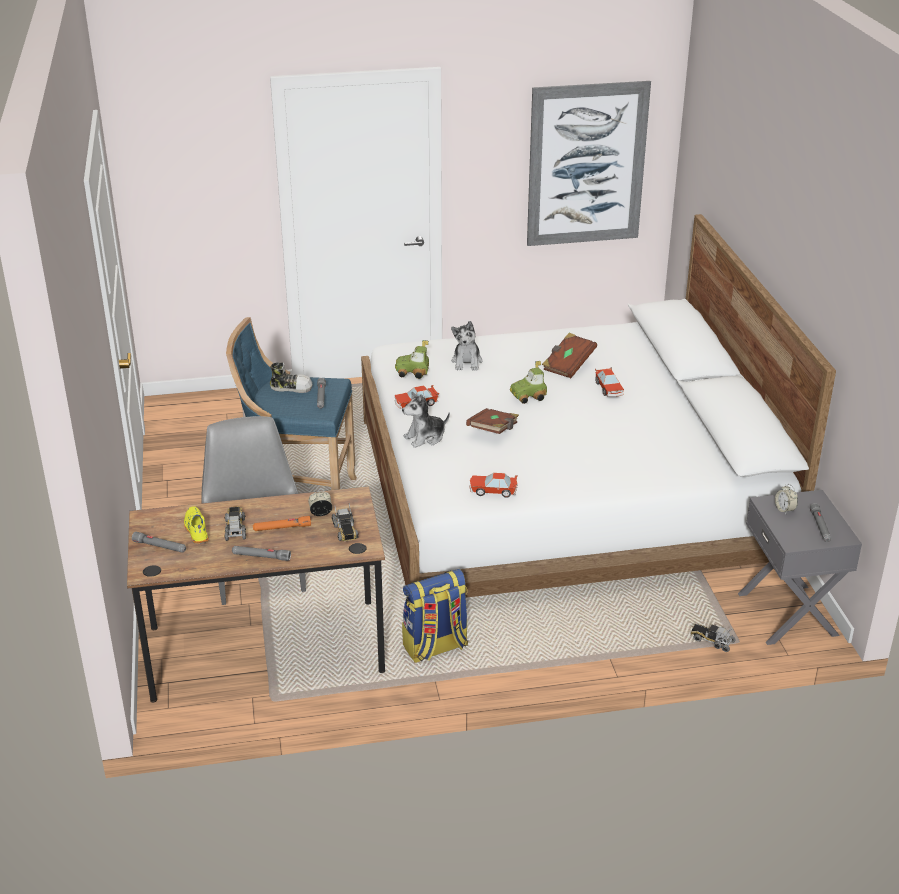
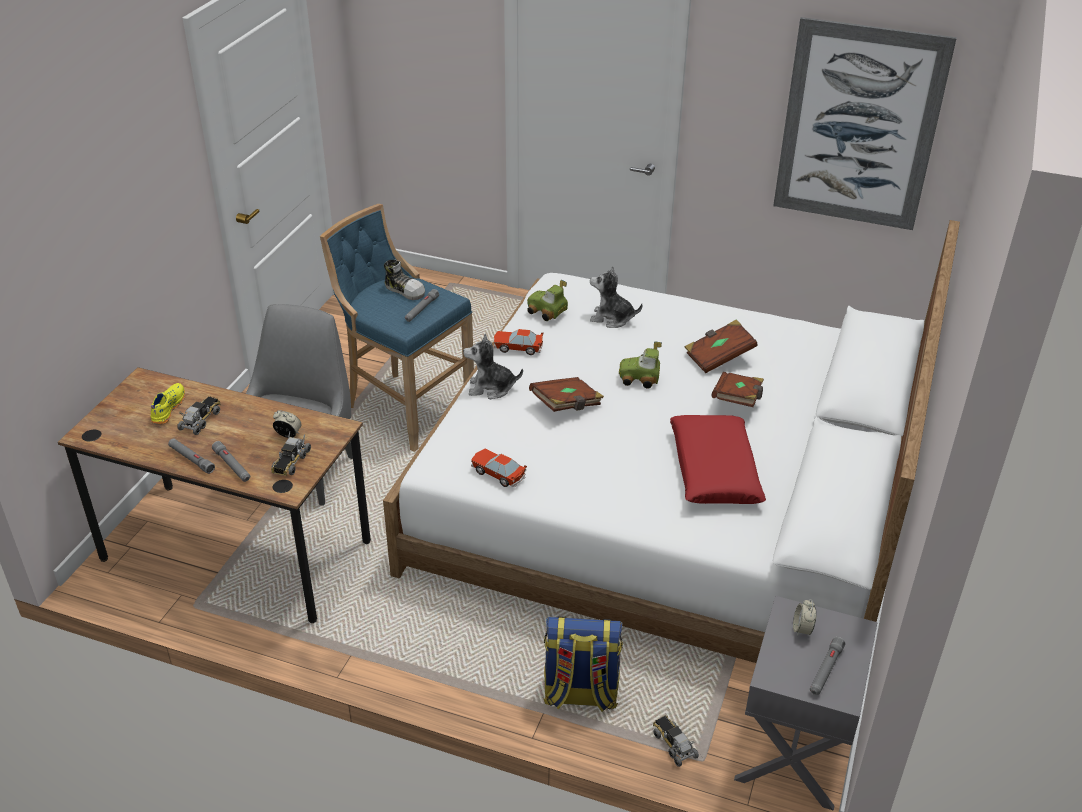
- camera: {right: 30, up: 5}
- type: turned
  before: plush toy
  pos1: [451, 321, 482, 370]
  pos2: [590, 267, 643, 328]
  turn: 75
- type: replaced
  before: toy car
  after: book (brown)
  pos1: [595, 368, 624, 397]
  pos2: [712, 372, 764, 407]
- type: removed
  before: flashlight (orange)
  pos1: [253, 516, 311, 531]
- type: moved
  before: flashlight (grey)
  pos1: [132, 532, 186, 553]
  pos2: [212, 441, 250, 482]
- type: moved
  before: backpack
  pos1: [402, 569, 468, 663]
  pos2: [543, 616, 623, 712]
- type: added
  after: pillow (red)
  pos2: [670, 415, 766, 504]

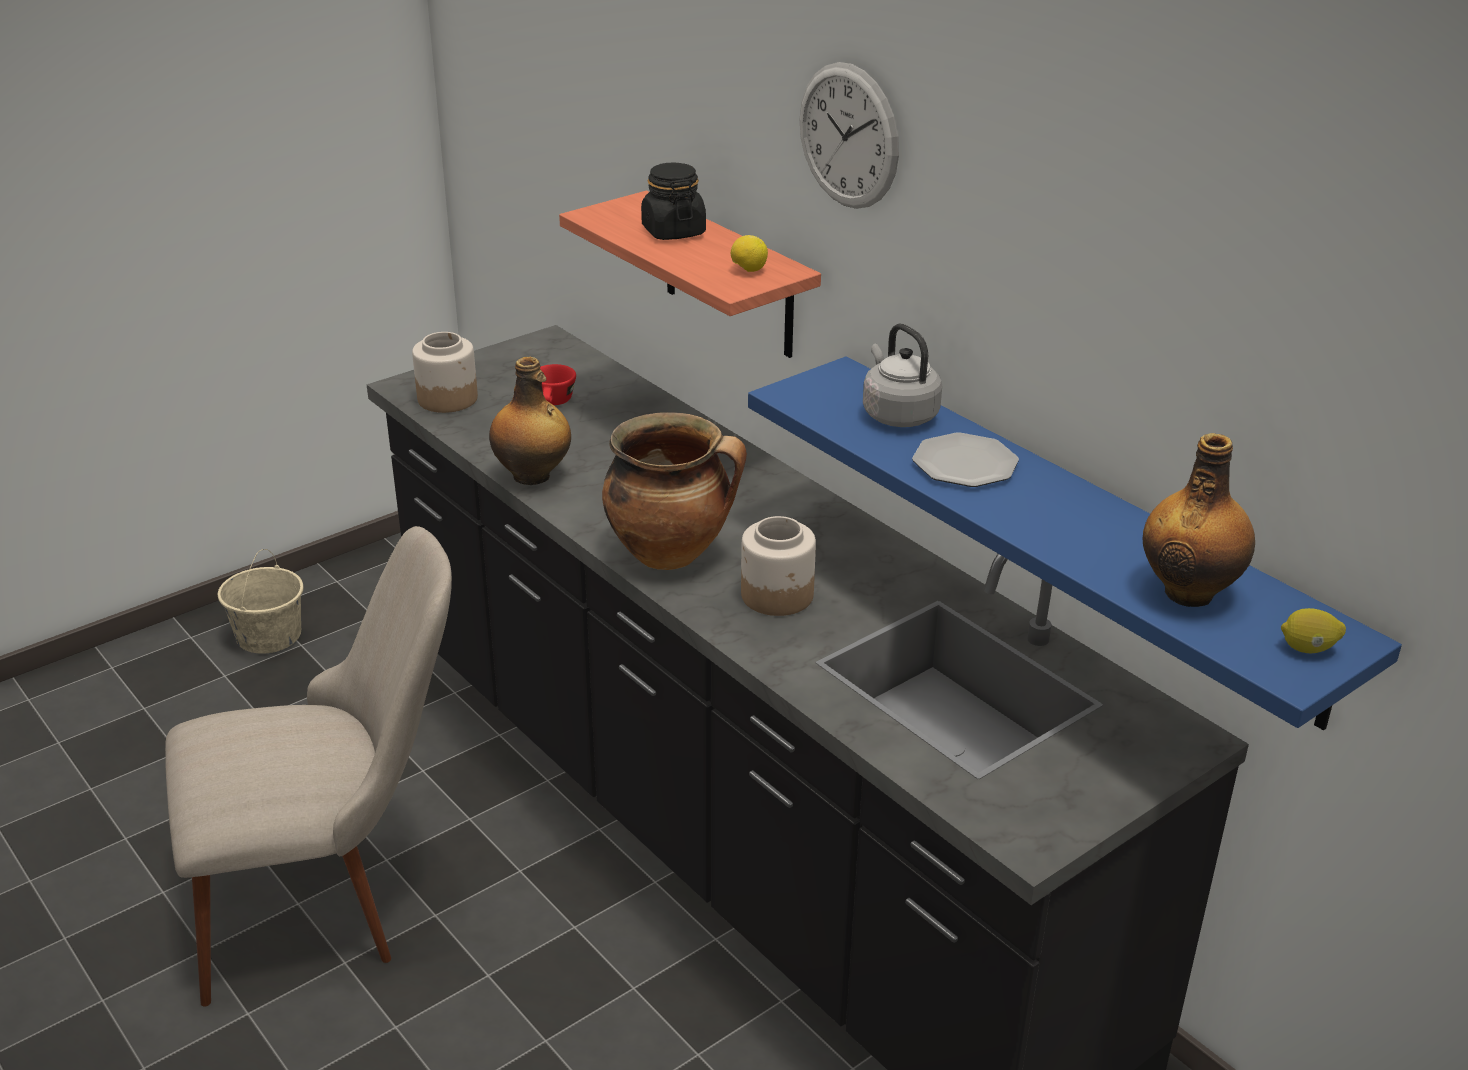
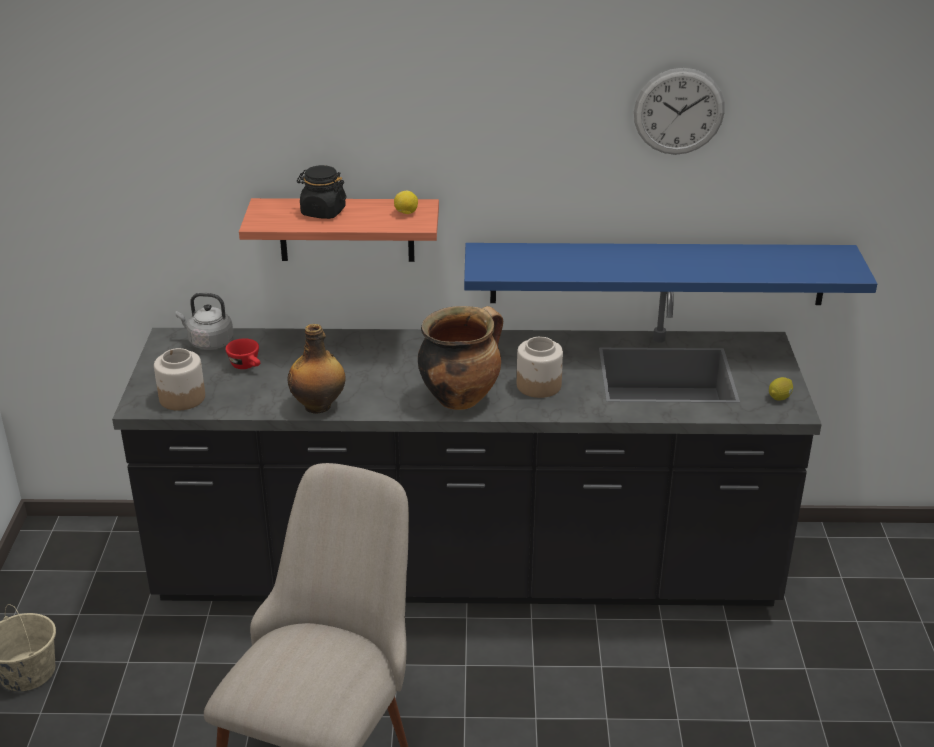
- camera: {right: -50, up: 0}
- type: moved
  before: wall clock
  pos1: [800, 62, 899, 209]
  pos2: [634, 68, 725, 155]
- type: moved
  before: kettle (grey)
  pos1: [863, 324, 942, 427]
  pos2: [176, 293, 234, 350]
- type: removed
  before: plate
  pos1: [912, 433, 1019, 487]
- type: removed
  before: bottle
  pos1: [1143, 433, 1255, 607]
- type: moved
  before: lemon
  pos1: [1281, 608, 1346, 653]
  pos2: [769, 377, 793, 401]

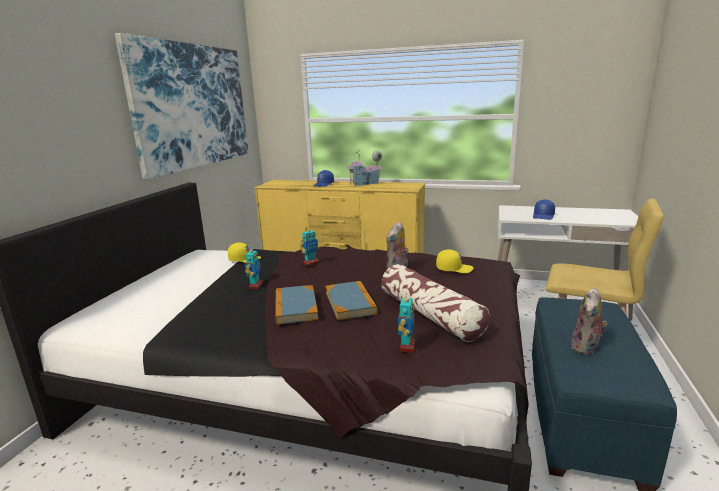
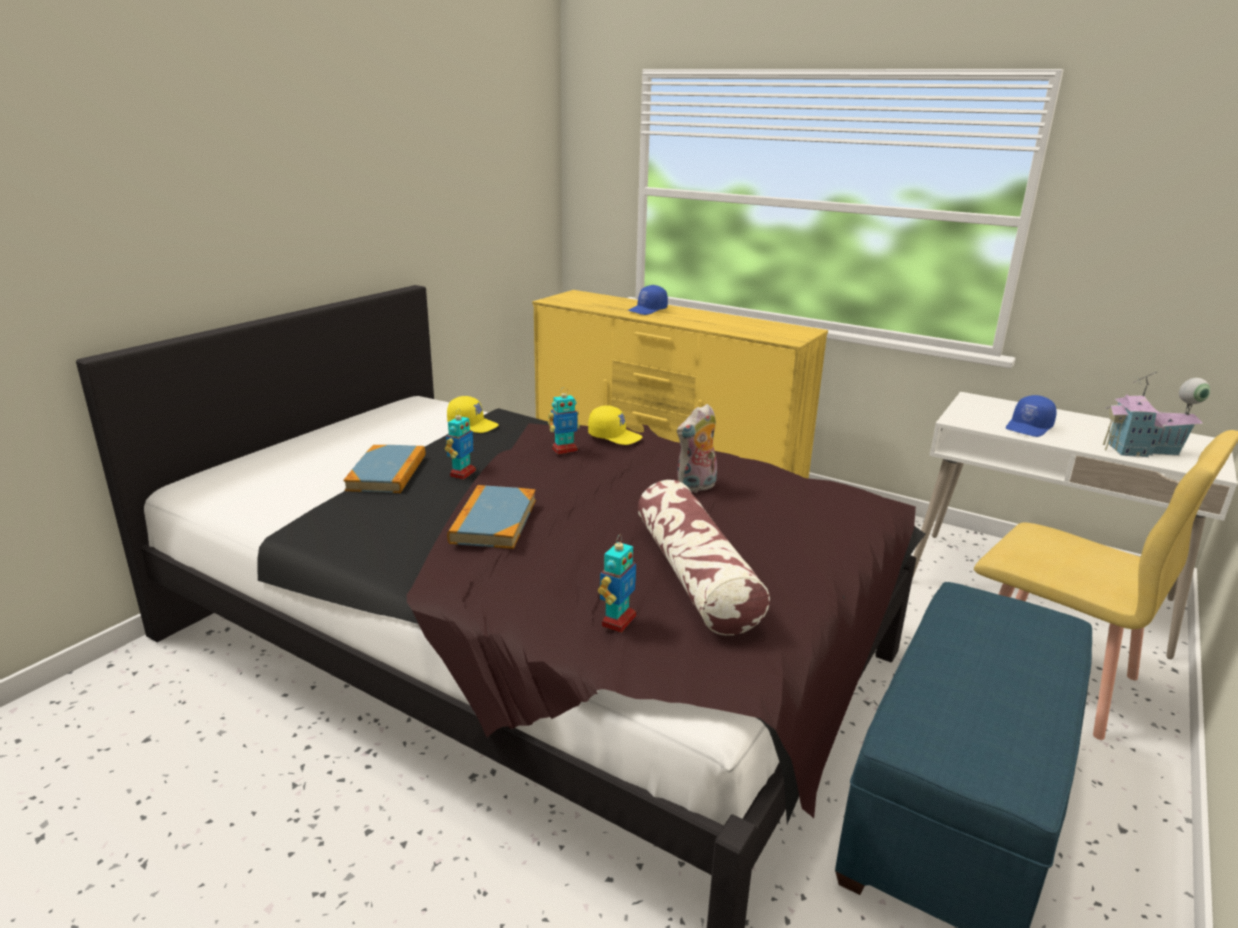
- camera: {right: 15, up: 5}
- type: removed
  before: picture
  pos1: [115, 33, 248, 179]
- type: moved
  before: toy house
  pos1: [347, 149, 382, 186]
  pos2: [1103, 372, 1210, 458]
- type: moved
  before: cap (yellow)
  pos1: [436, 249, 474, 273]
  pos2: [588, 405, 642, 445]
- type: moved
  before: book
  pos1: [325, 281, 378, 320]
  pos2: [343, 445, 426, 493]
- type: removed
  before: plush toy
  pos1: [571, 287, 608, 355]

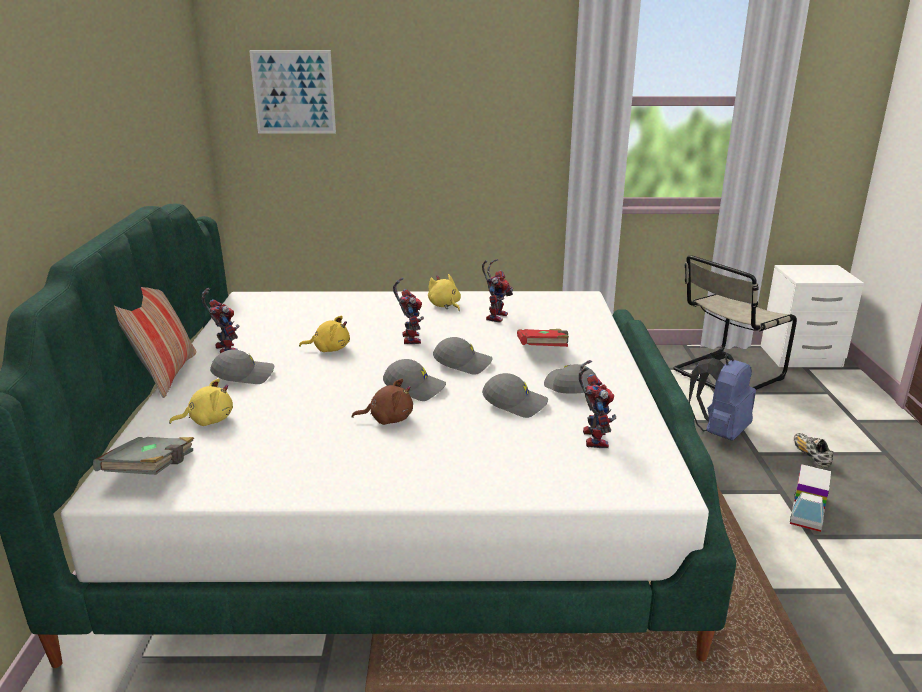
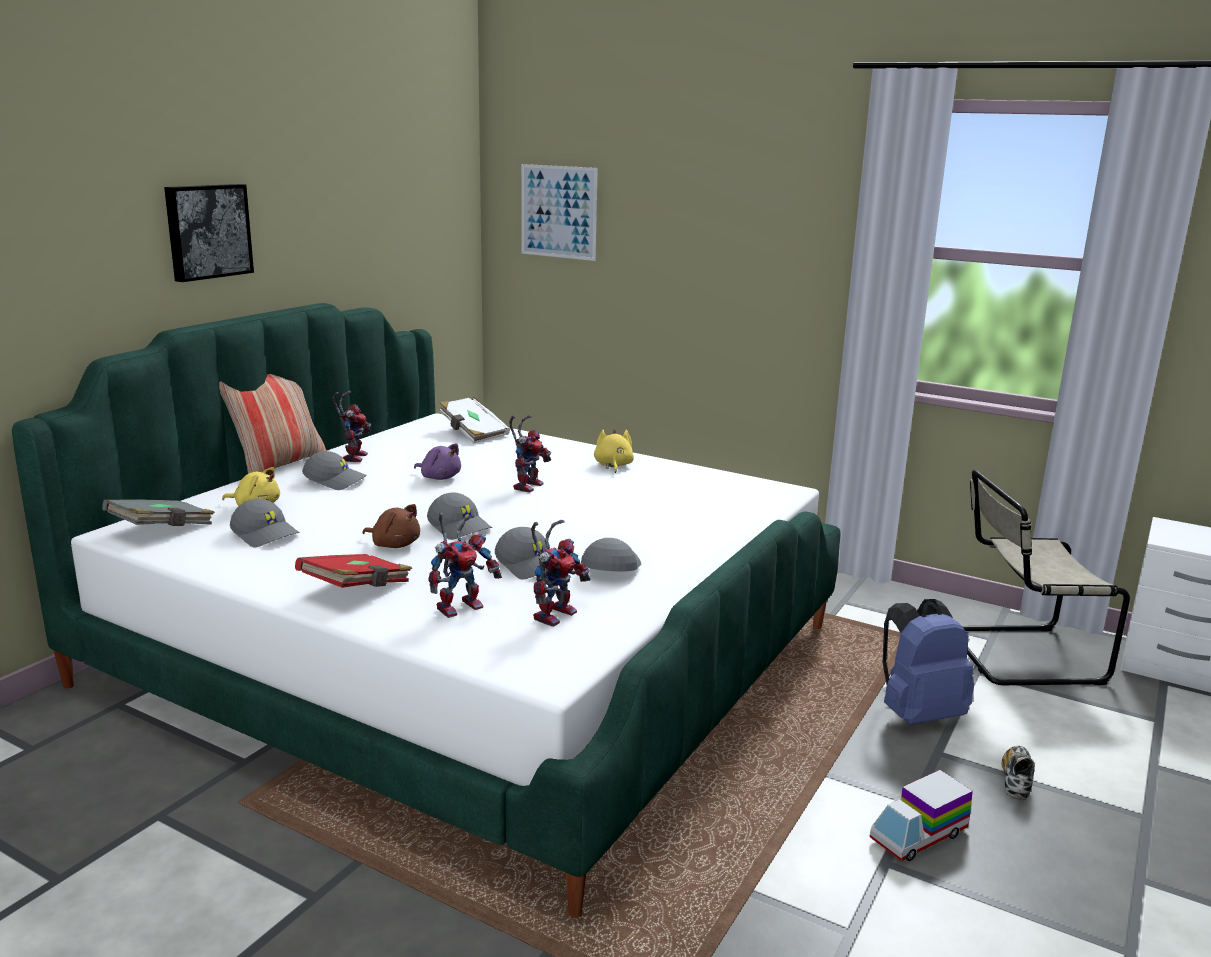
- camera: {right: 30, up: -5}
- type: moved
  before: toy robot
  pos1: [482, 259, 513, 323]
  pos2: [428, 513, 502, 618]
- type: recoloured
  before: plush toy (yellow)
  after: plush toy (purple)
  pos1: [299, 316, 350, 352]
  pos2: [414, 443, 461, 480]
- type: moved
  before: book (red)
  pos1: [517, 329, 569, 347]
  pos2: [295, 554, 412, 588]
- type: moved
  before: cap (grey)
  pos1: [433, 337, 492, 375]
  pos2: [230, 499, 300, 547]
- type: added
  after: picture
  pos2: [164, 184, 254, 282]
- type: added
  after: book (white)
  pos2: [439, 397, 510, 443]

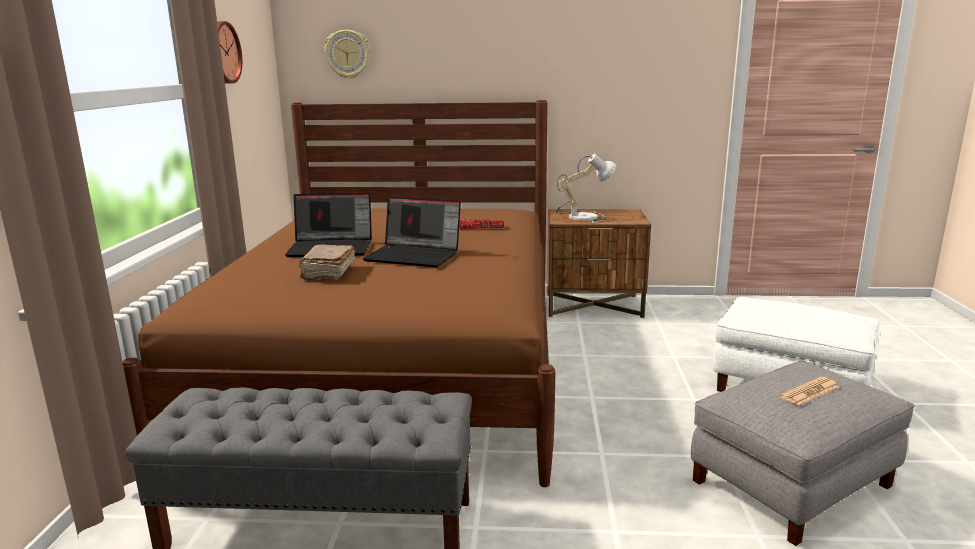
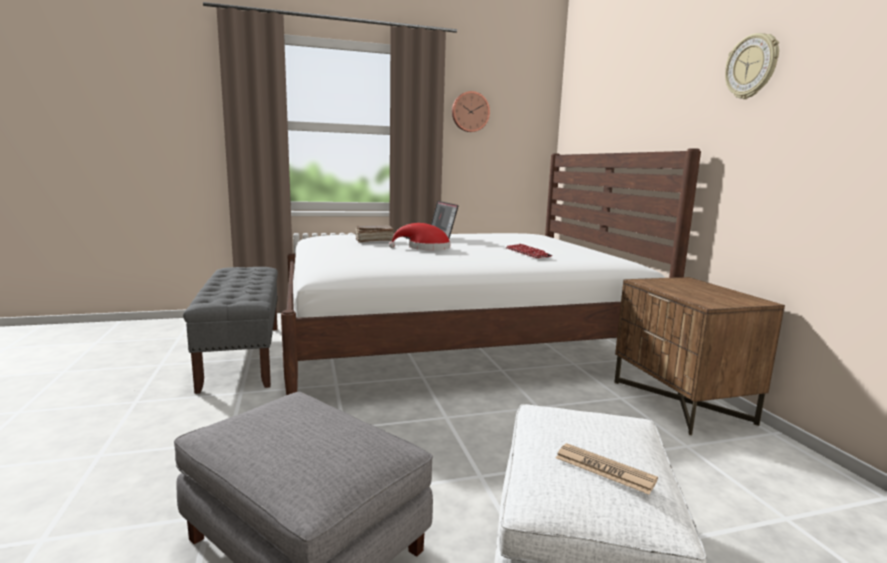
- camera: {right: 70, up: -5}
- type: moved
  before: wall clock
  pos1: [324, 30, 370, 79]
  pos2: [725, 33, 779, 99]
- type: recoloured
  before: bed (brown)
  after: bed (white)
  pos1: [123, 100, 556, 487]
  pos2: [281, 149, 701, 395]
- type: removed
  before: table lamp
  pos1: [556, 154, 616, 223]
- type: replaced
  before: laptop
  after: hat (red)
  pos1: [362, 197, 461, 267]
  pos2: [389, 223, 451, 250]
- type: moved
  before: newspaper
  pos1: [780, 377, 839, 406]
  pos2: [556, 443, 658, 494]

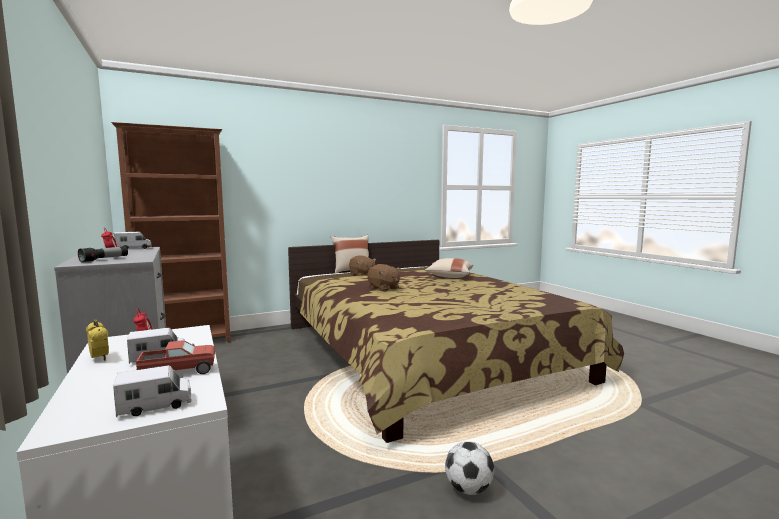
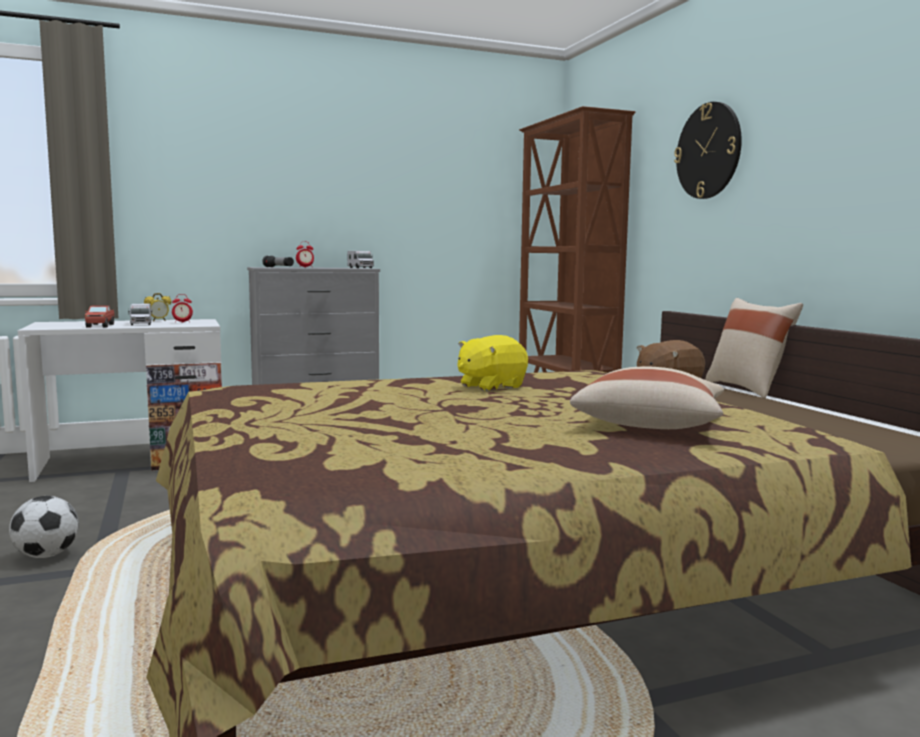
- camera: {right: 95, up: 0}
- type: recoloured
  before: plush toy (brown)
  after: plush toy (yellow)
  pos1: [367, 264, 401, 292]
  pos2: [458, 335, 528, 391]
- type: removed
  before: toy truck
  pos1: [113, 365, 191, 417]
- type: added
  after: wall clock
  pos2: [674, 102, 742, 199]

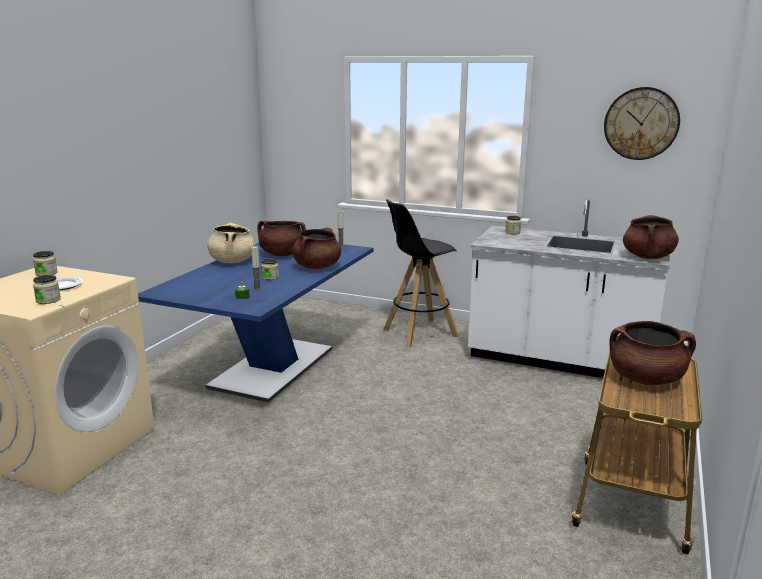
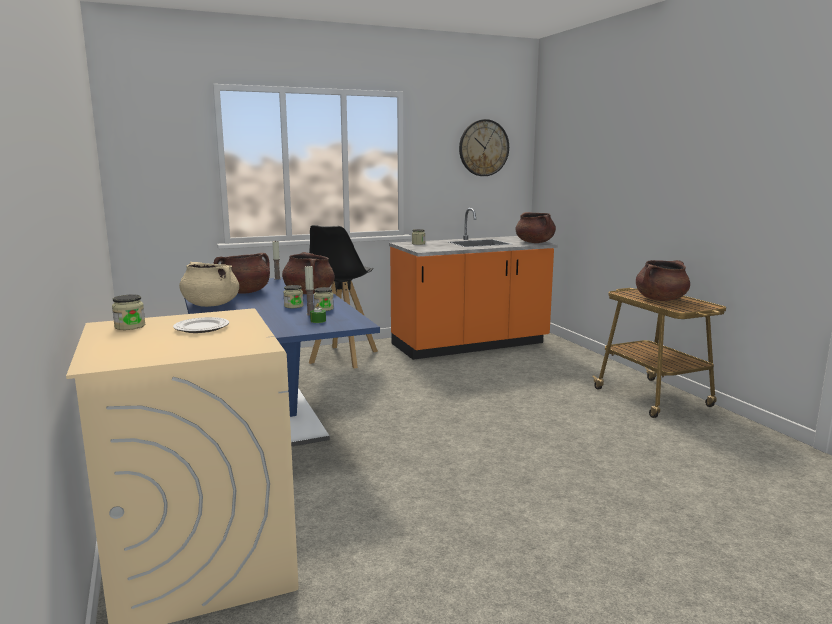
- camera: {right: -45, up: -5}
- type: recoloured
  before: counter (white)
  after: counter (orange)
  pos1: [468, 199, 670, 381]
  pos2: [389, 208, 558, 360]
- type: moved
  before: jar
  pos1: [33, 275, 61, 304]
  pos2: [314, 287, 334, 311]

